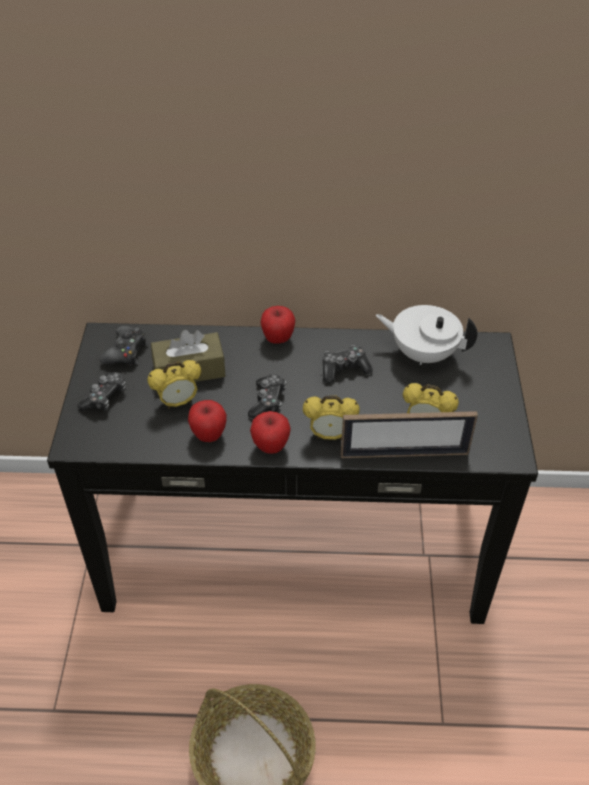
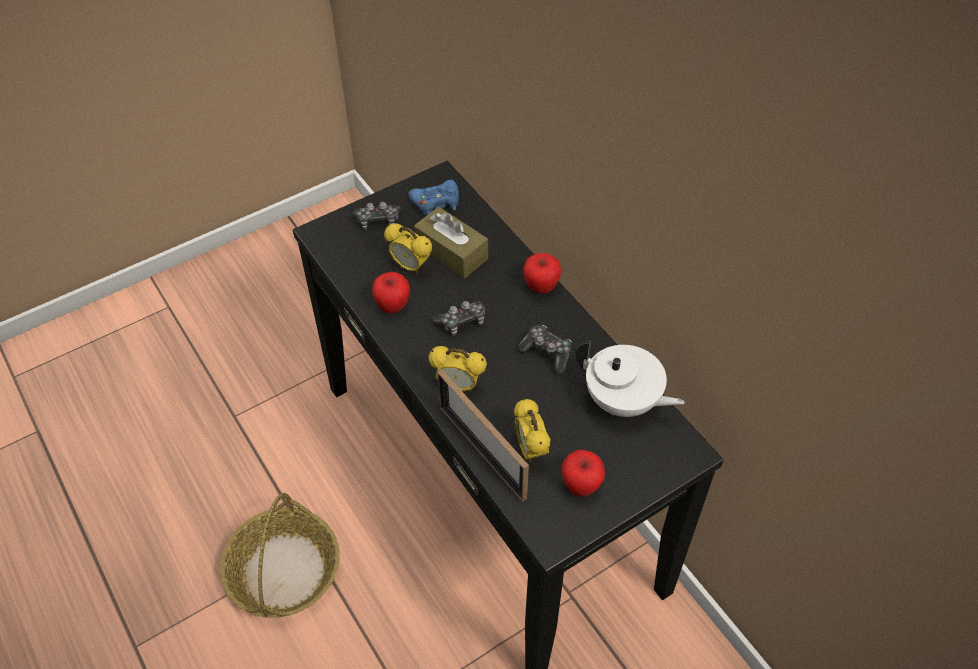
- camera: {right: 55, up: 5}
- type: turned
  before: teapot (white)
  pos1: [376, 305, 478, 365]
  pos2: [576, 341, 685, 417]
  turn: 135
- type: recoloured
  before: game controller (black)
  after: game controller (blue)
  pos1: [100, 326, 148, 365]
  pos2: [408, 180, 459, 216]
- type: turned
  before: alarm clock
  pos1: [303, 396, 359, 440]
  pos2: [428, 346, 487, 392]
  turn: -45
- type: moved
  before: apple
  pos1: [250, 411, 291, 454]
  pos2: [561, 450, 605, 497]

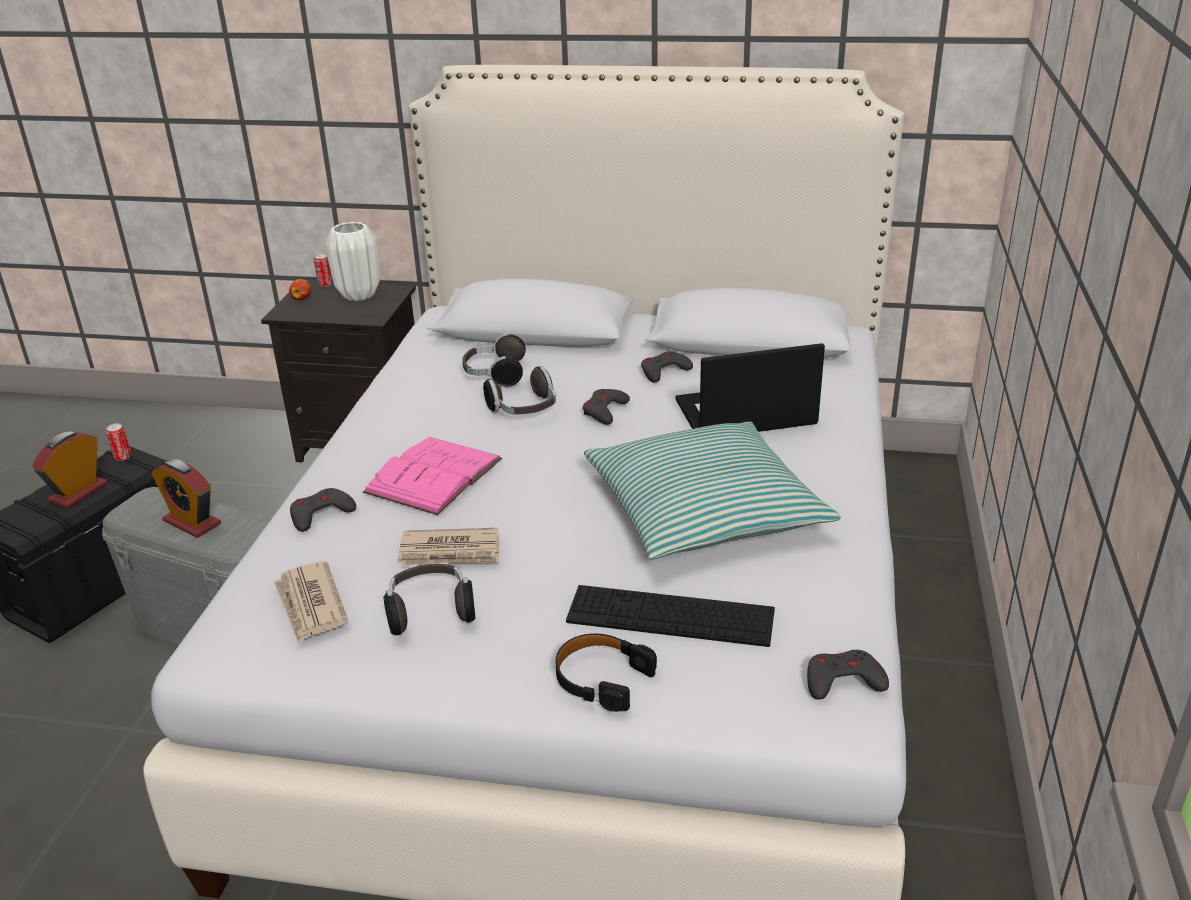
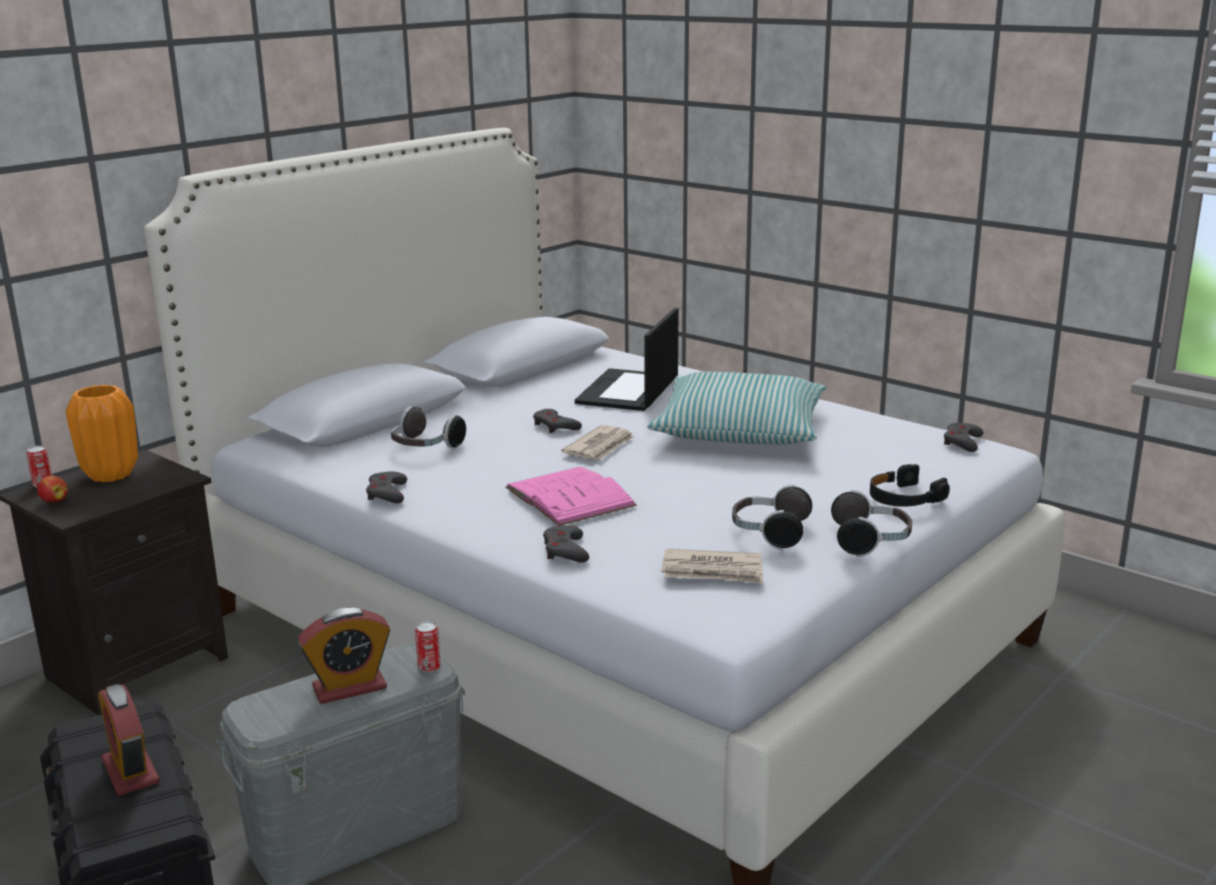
- camera: {right: -60, up: -10}
- type: recoloured
  before: vase (white)
  after: vase (orange)
  pos1: [325, 222, 380, 301]
  pos2: [65, 385, 138, 482]
- type: moved
  before: game controller (grey)
  pos1: [641, 351, 693, 383]
  pos2: [366, 471, 407, 503]
- type: moved
  before: headphones
  pos1: [483, 366, 556, 414]
  pos2: [831, 490, 912, 557]
- type: moved
  before: can
  pos1: [106, 423, 131, 461]
  pos2: [415, 621, 441, 672]
- type: moved
  before: newspaper
  pos1: [398, 528, 500, 566]
  pos2: [561, 425, 634, 460]
- type: removed
  before: keyboard
  pos1: [566, 585, 775, 647]

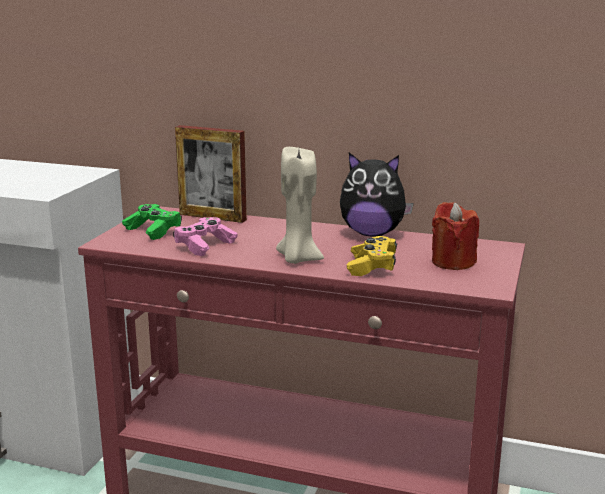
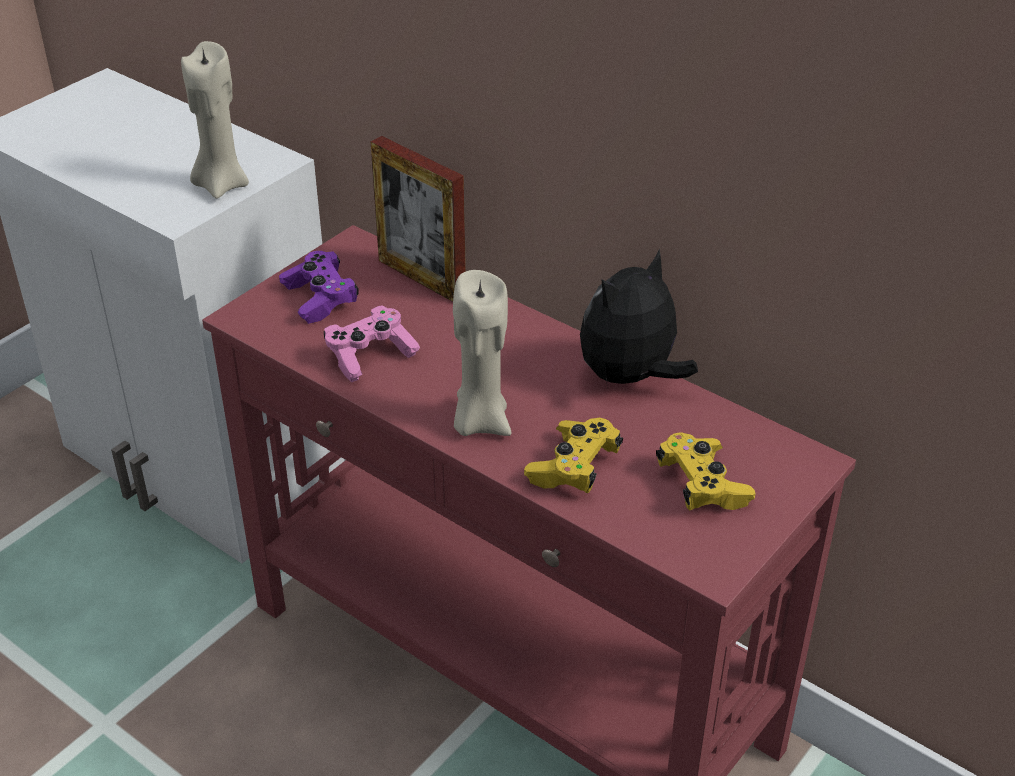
- camera: {right: 20, up: 20}
- type: turned
  before: plush toy
  pos1: [340, 153, 414, 236]
  pos2: [580, 249, 698, 384]
  turn: 105
- type: replaced
  before: candle (red)
  after: game controller (yellow)
  pos1: [432, 202, 479, 270]
  pos2: [656, 432, 756, 510]
- type: recoloured
  before: game controller (green)
  after: game controller (purple)
  pos1: [122, 204, 182, 240]
  pos2: [279, 251, 359, 324]
- type: added
  after: candle (beige)
  pos2: [181, 41, 249, 199]

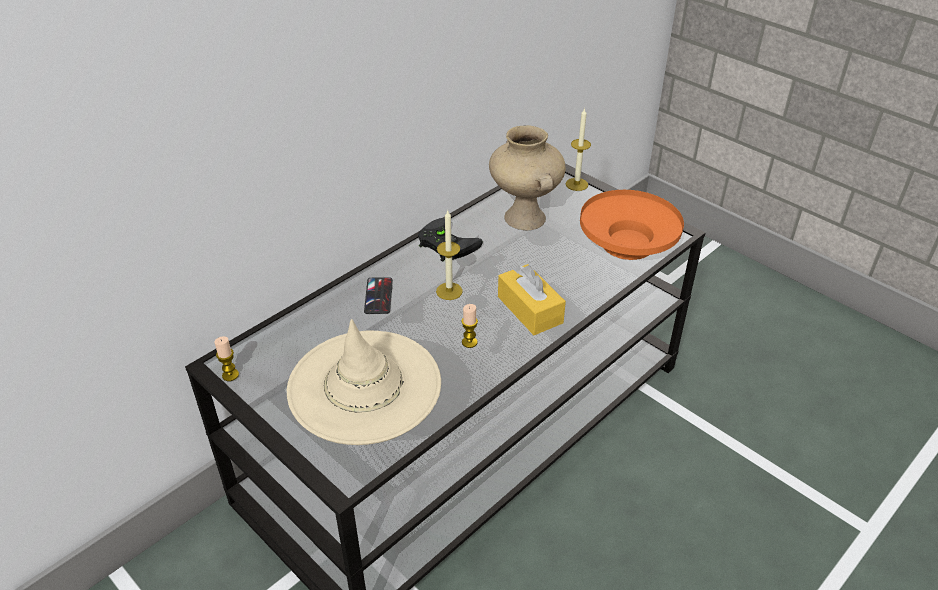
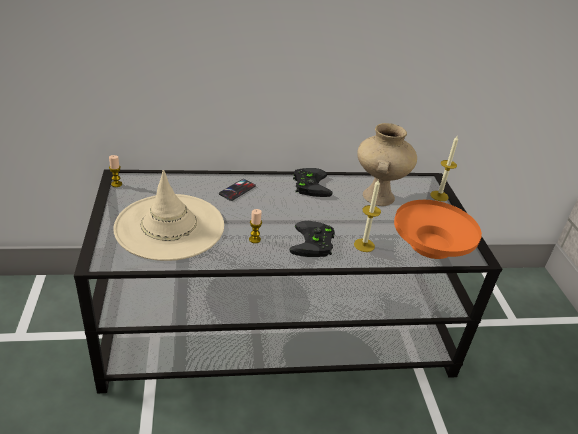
- camera: {right: 35, up: -5}
- type: moved
  before: candle
  pos1: [436, 209, 463, 300]
  pos2: [354, 179, 381, 252]
- type: replaced
  before: tissue box (yellow)
  after: game controller (black)
  pos1: [498, 264, 566, 335]
  pos2: [290, 221, 335, 257]

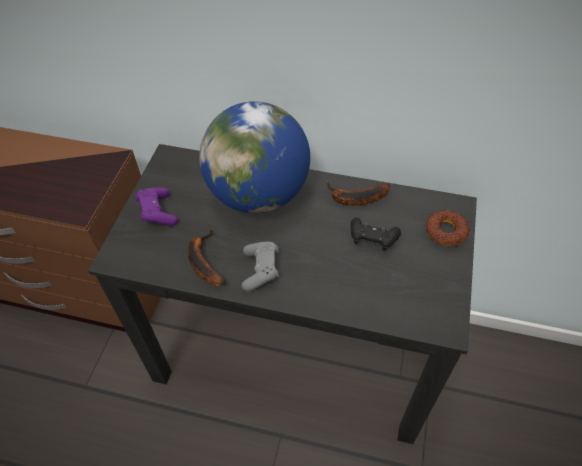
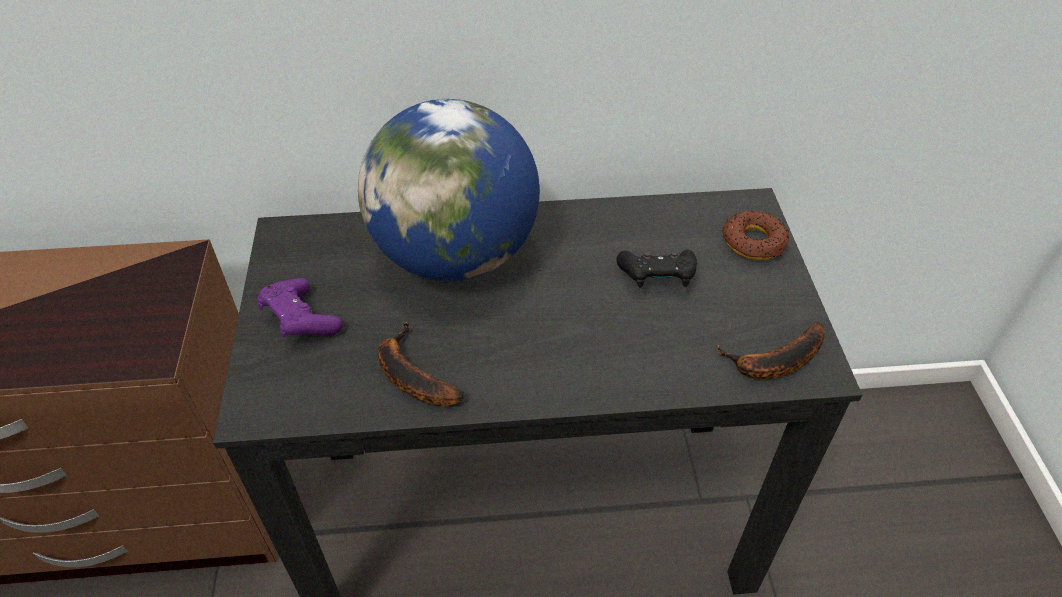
- camera: {right: -20, up: -5}
- type: moved
  before: banana
  pos1: [327, 182, 390, 205]
  pos2: [717, 321, 825, 379]
- type: removed
  before: game controller (grey)
  pos1: [242, 242, 279, 291]

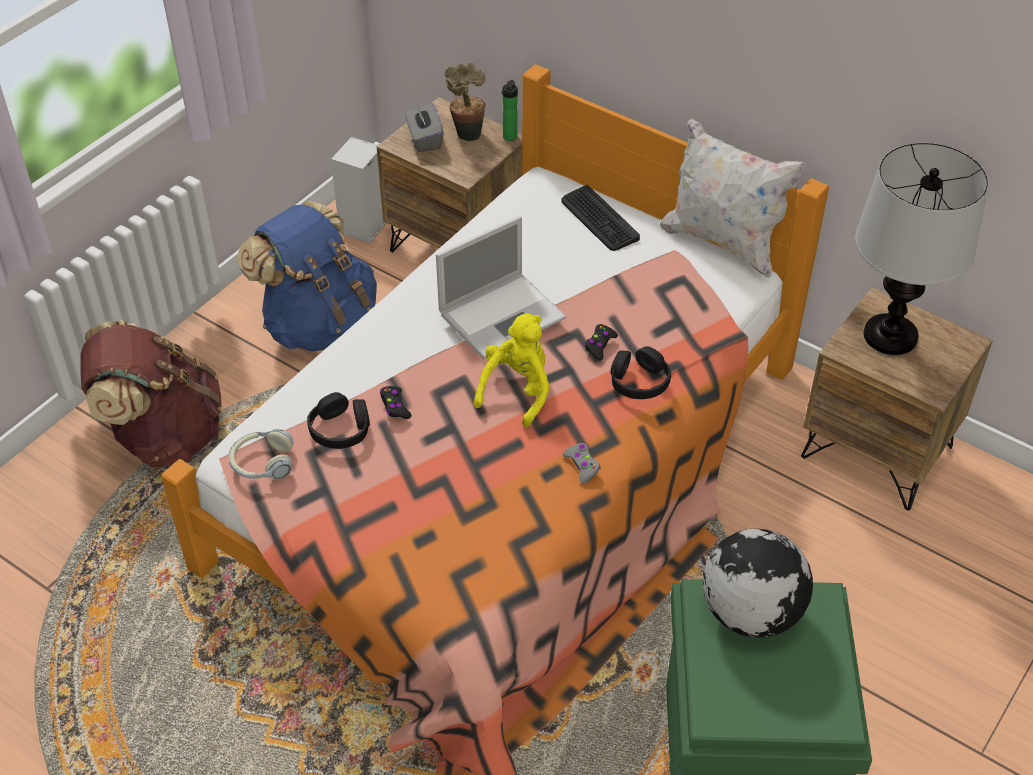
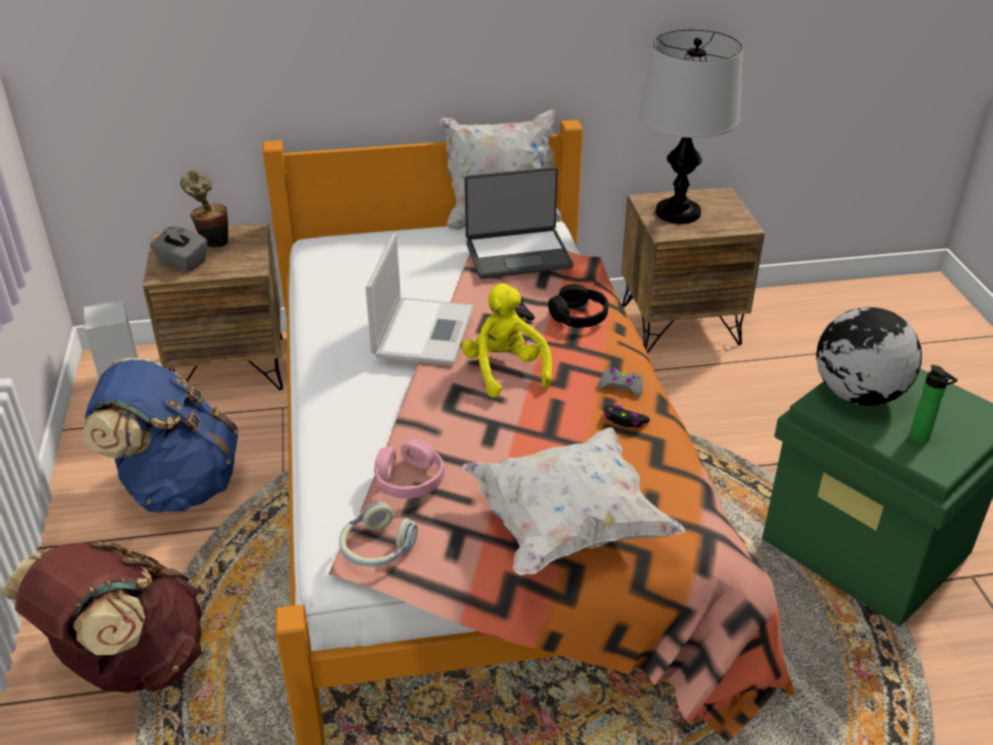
- camera: {right: -45, up: -10}
- type: moved
  before: bottle
  pos1: [502, 80, 518, 141]
  pos2: [909, 365, 958, 443]
- type: removed
  before: keyboard
  pos1: [561, 185, 640, 251]
- type: moved
  before: game controller (black)
  pos1: [380, 386, 411, 419]
  pos2: [604, 405, 650, 428]
- type: recoloured
  before: headphones (black)
  after: headphones (pink)
  pos1: [307, 392, 370, 449]
  pos2: [374, 439, 445, 499]
- type: added
  after: laptop
  pos2: [464, 167, 573, 279]
- type: added
  after: pillow (white)
  pos2: [462, 427, 685, 575]

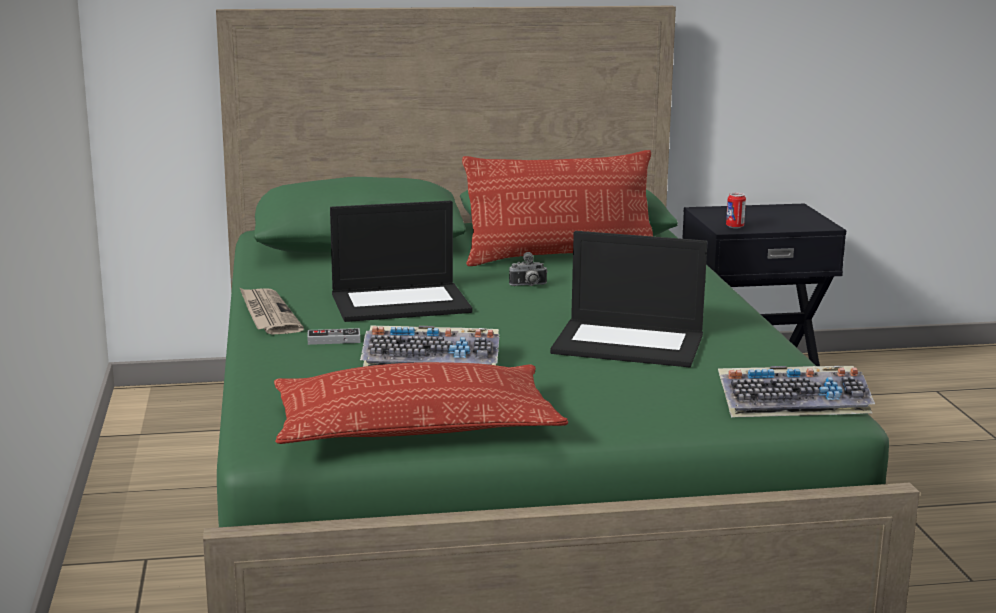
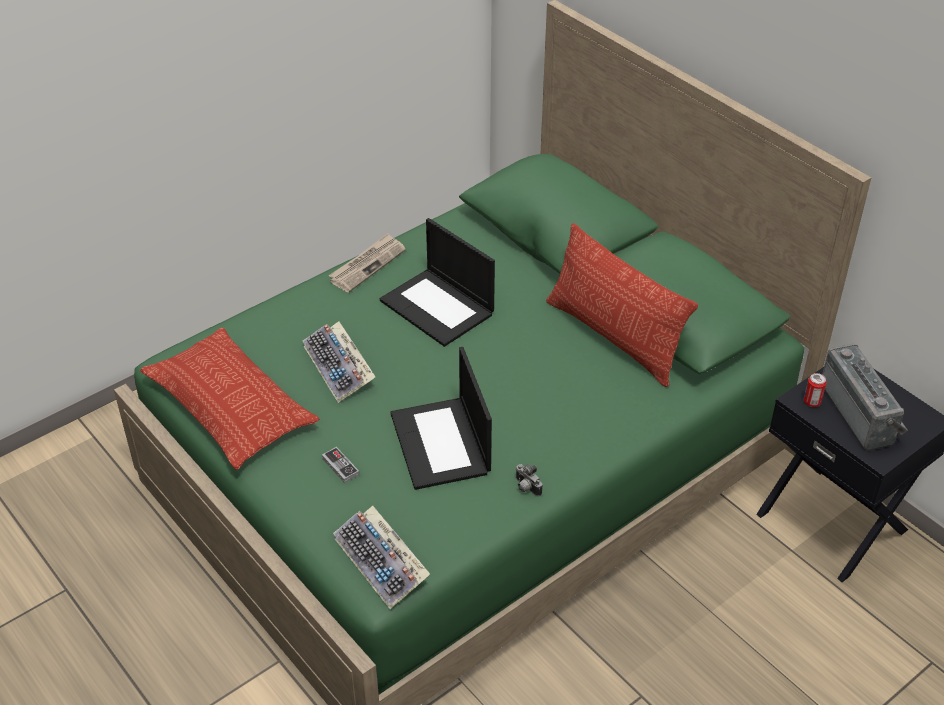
- camera: {right: 60, up: 25}
- type: moved
  before: photo camera
  pos1: [509, 252, 547, 286]
  pos2: [515, 464, 542, 496]
- type: moved
  before: game controller
  pos1: [307, 328, 360, 345]
  pos2: [322, 447, 359, 483]
- type: added
  after: radio
  pos2: [822, 344, 908, 450]

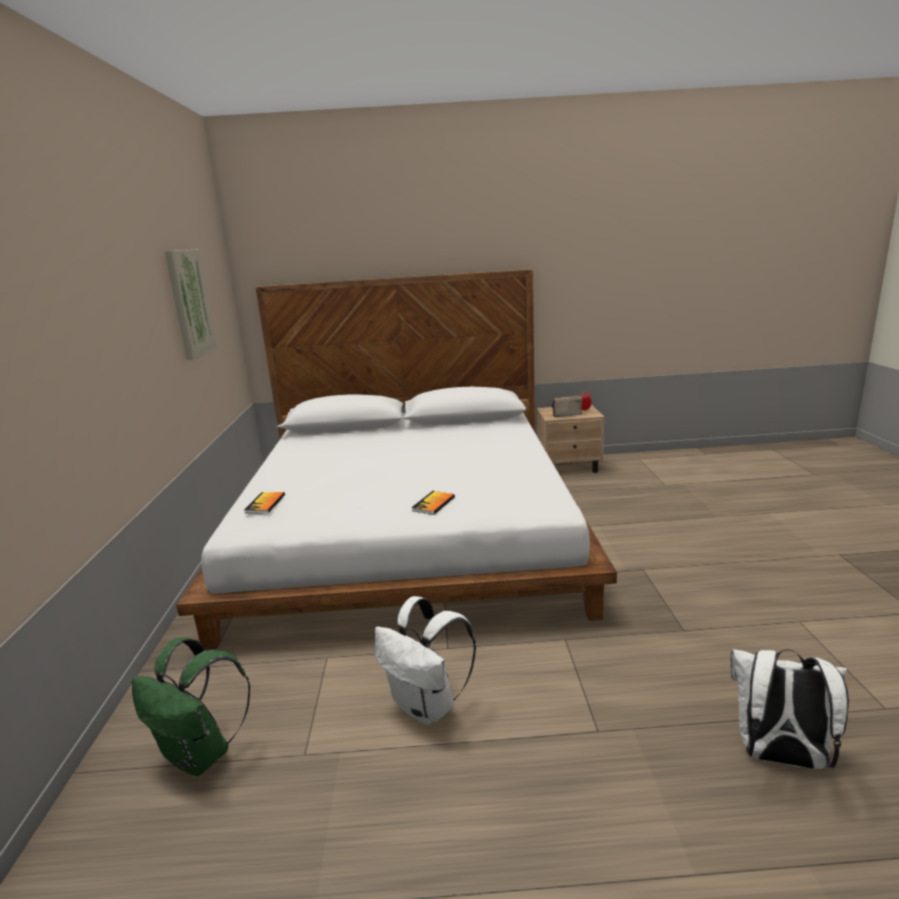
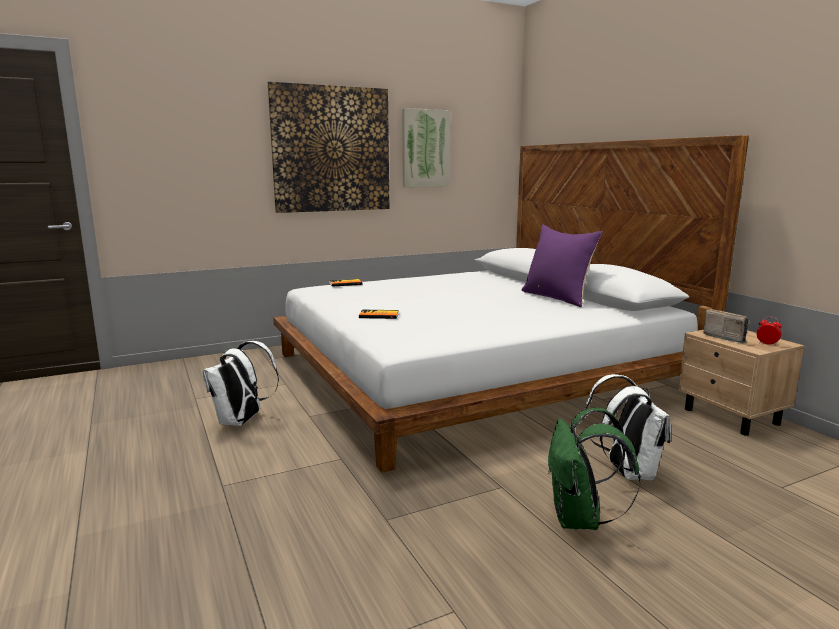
- camera: {right: 65, up: -5}
- type: moved
  before: backpack (green)
  pos1: [131, 637, 251, 776]
  pos2: [548, 408, 641, 530]
- type: moved
  before: backpack (white)
  pos1: [730, 649, 849, 769]
  pos2: [584, 374, 671, 481]
- type: added
  after: picture
  pos2: [268, 82, 389, 213]
- type: added
  after: pillow (purple)
  pos2: [521, 224, 603, 307]

